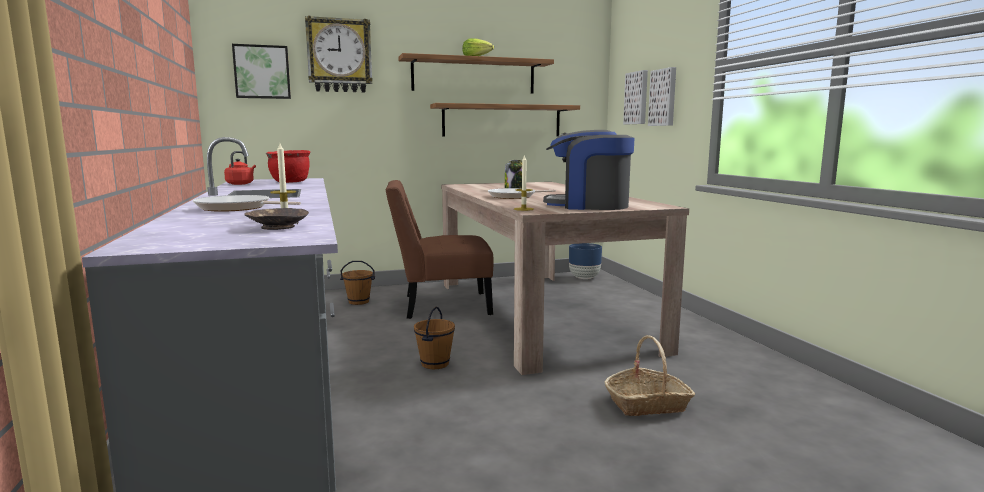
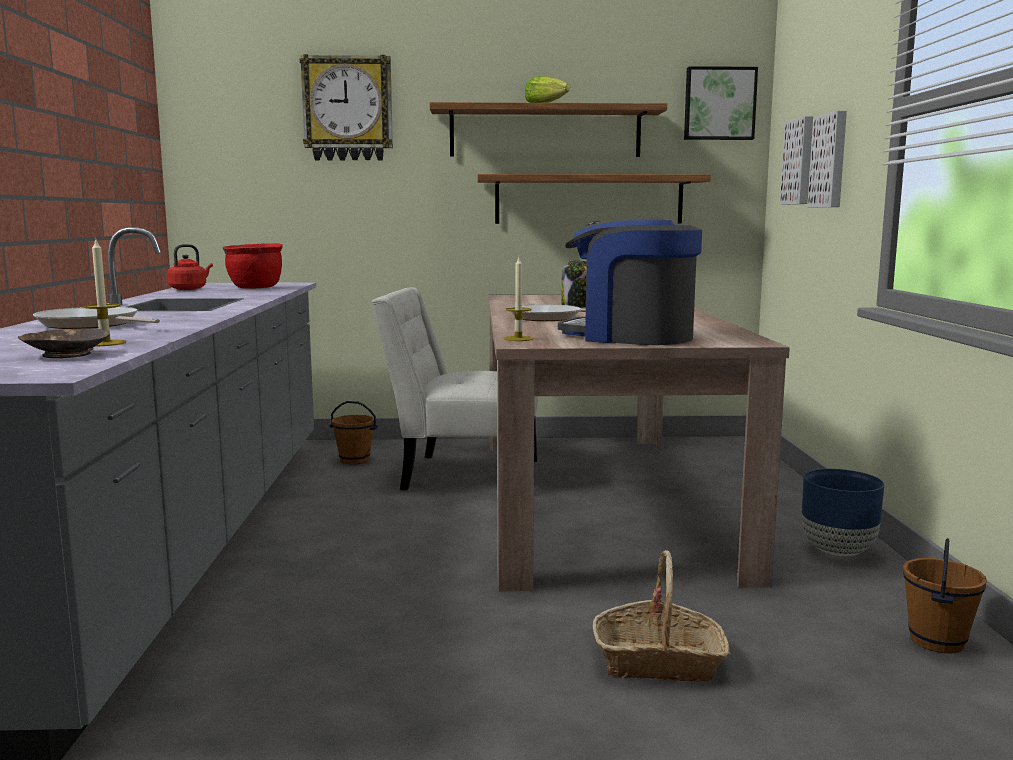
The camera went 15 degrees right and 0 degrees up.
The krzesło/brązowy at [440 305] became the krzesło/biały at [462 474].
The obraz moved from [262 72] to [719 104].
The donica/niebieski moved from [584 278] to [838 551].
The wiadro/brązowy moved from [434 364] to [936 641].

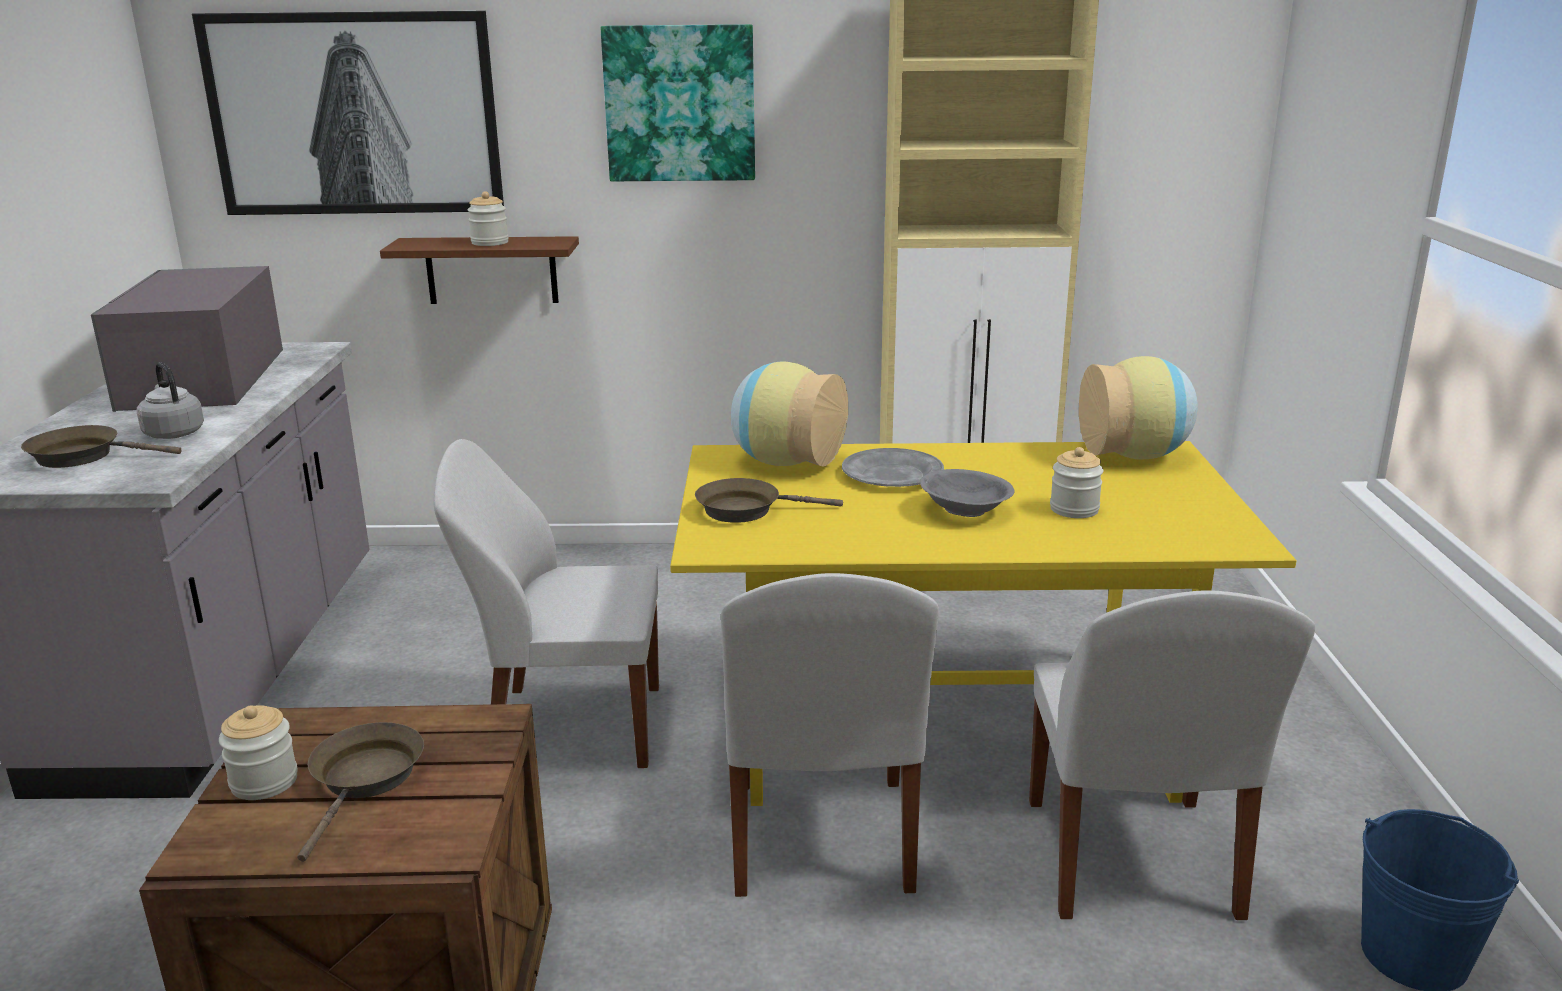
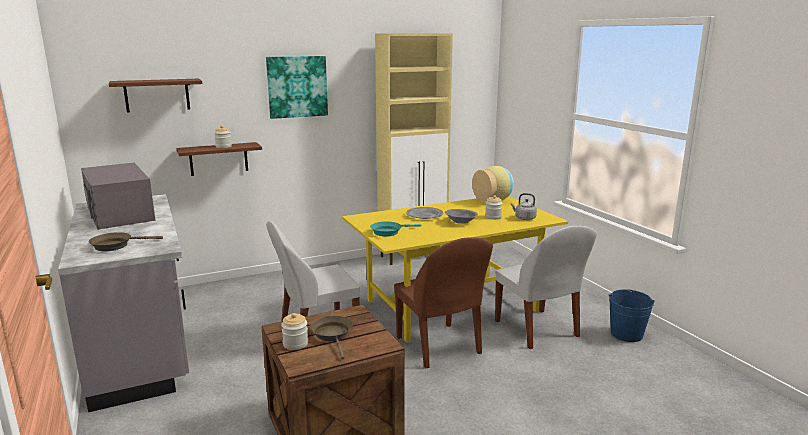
The camera went 25 degrees left and 5 degrees down.
The obraz at [355 114] was replaced by the półka/brązowy at [157 95].
The patelnia/brązowy at [745 510] became the patelnia/turkusowy at [388 232].
The krzesło/biały at [821 841] became the krzesło/brązowy at [439 347].
The czajnik/szary moved from [173 433] to [524 218].
The wazon at [785 462] disappeared.

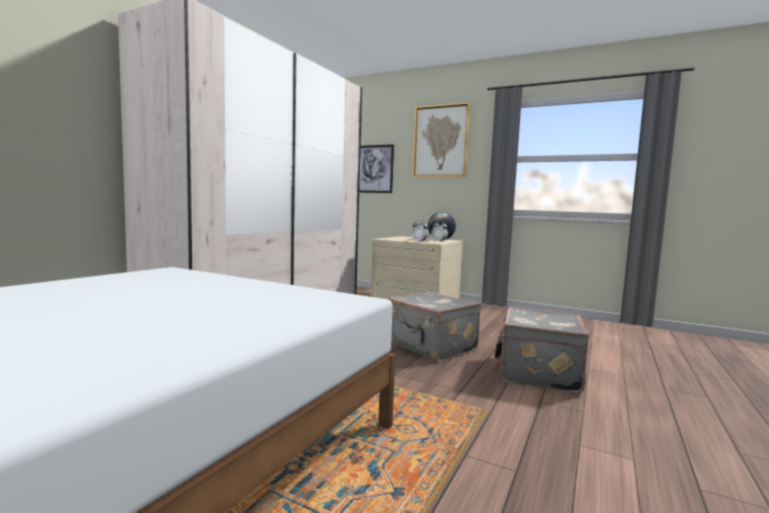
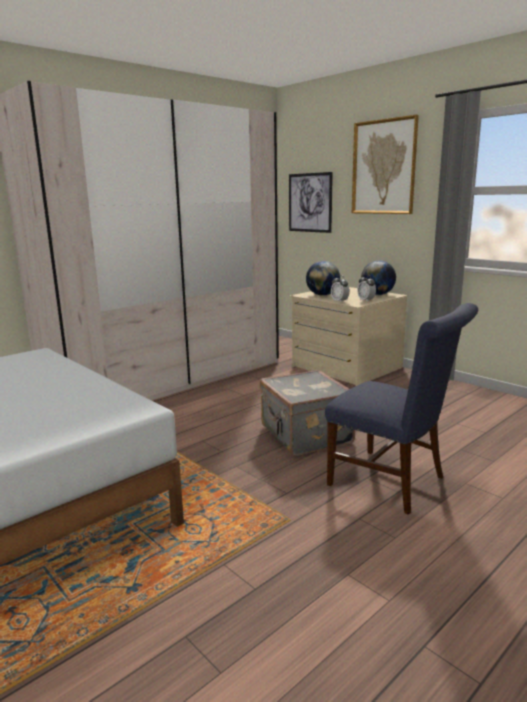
The camera went 20 degrees right and 10 degrees up.
The globus at [322 295] appeared.
The walizka/szary at [537 373] was replaced by the krzesło/niebieski at [393 482].

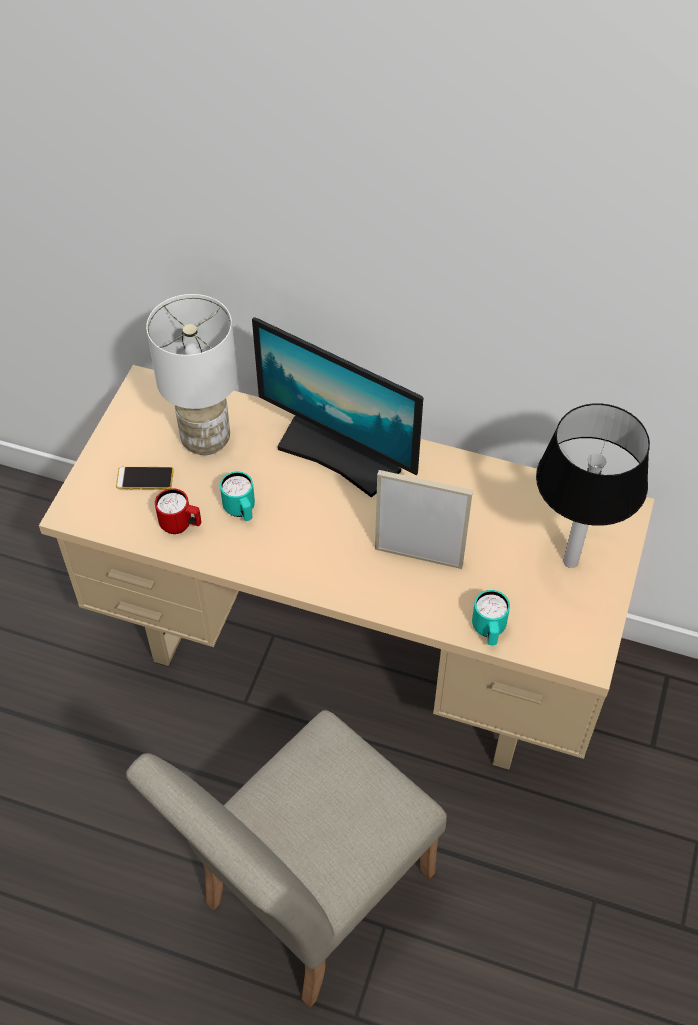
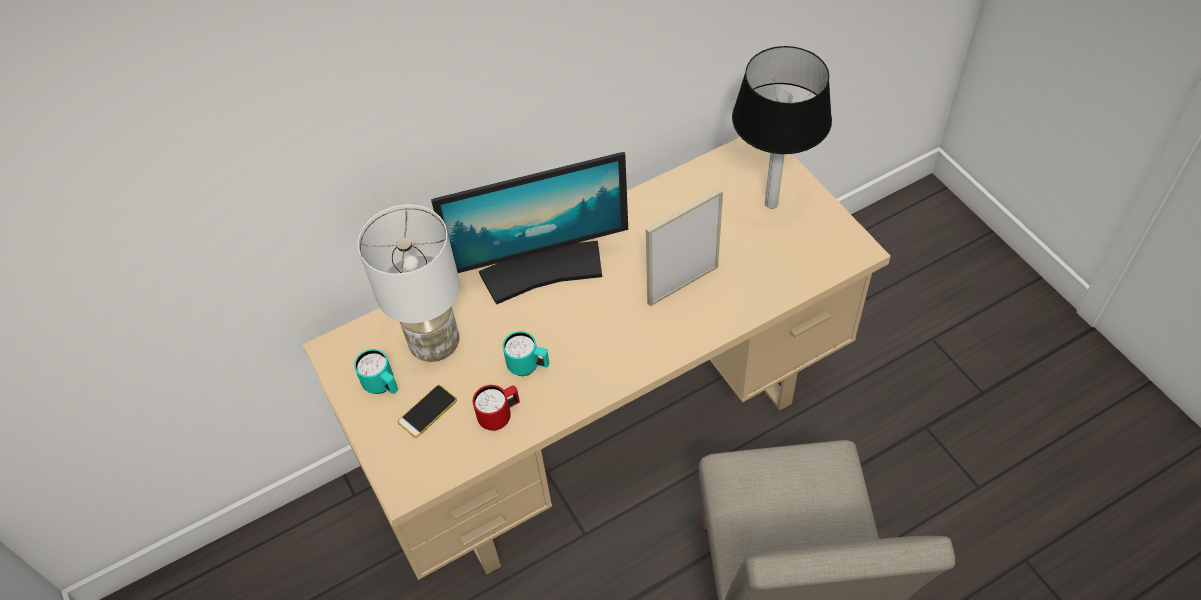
The camera went 45 degrees left and 0 degrees up.
The kubek/turkusowy moved from [489 631] to [383 386].

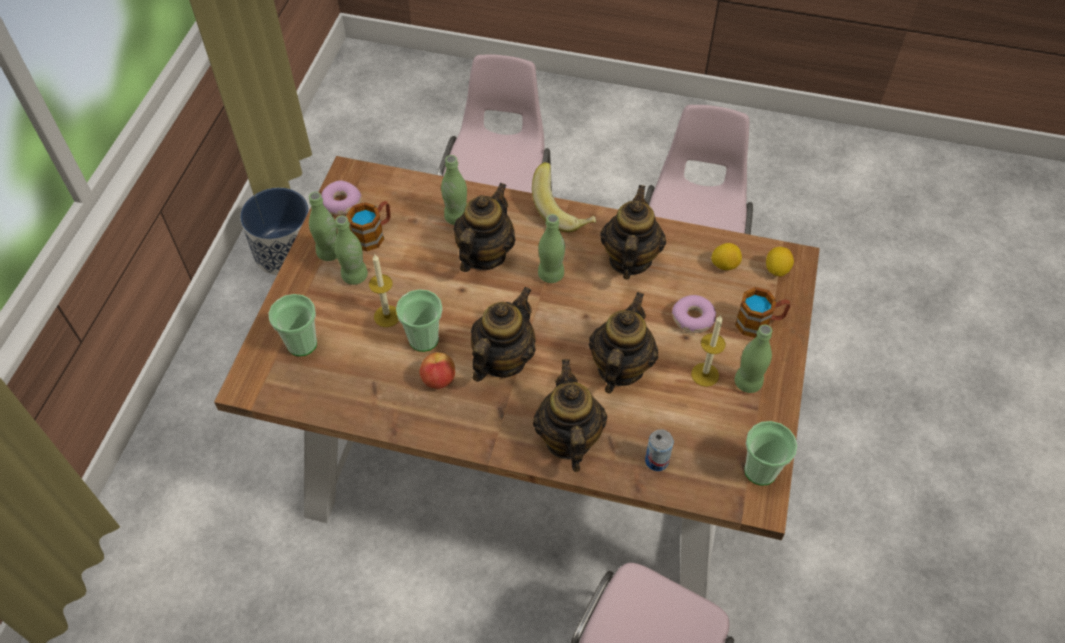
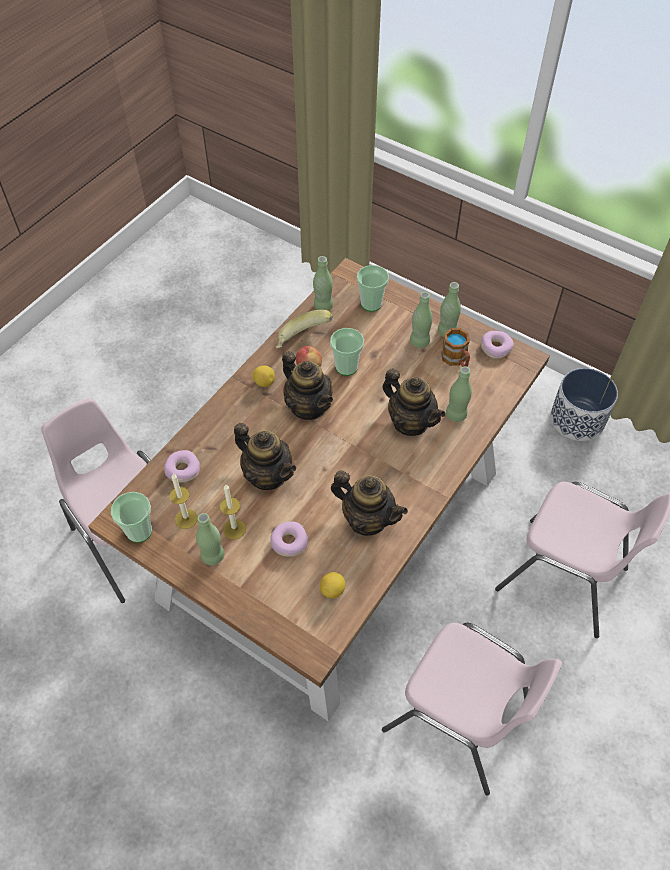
The camera went 110 degrees right and 0 degrees up.
The puszka at [656 460] was replaced by the donut at [182 470].
The świeca moved from [387 316] to [186 519].
The cytryna moved from [777 269] to [264 382].
The banan moved from [563 211] to [303 341].
The butelka/zielony moved from [551 275] to [323 306].
The imbryk at [568 439] disappeared.
The kubek at [759 323] disappeared.

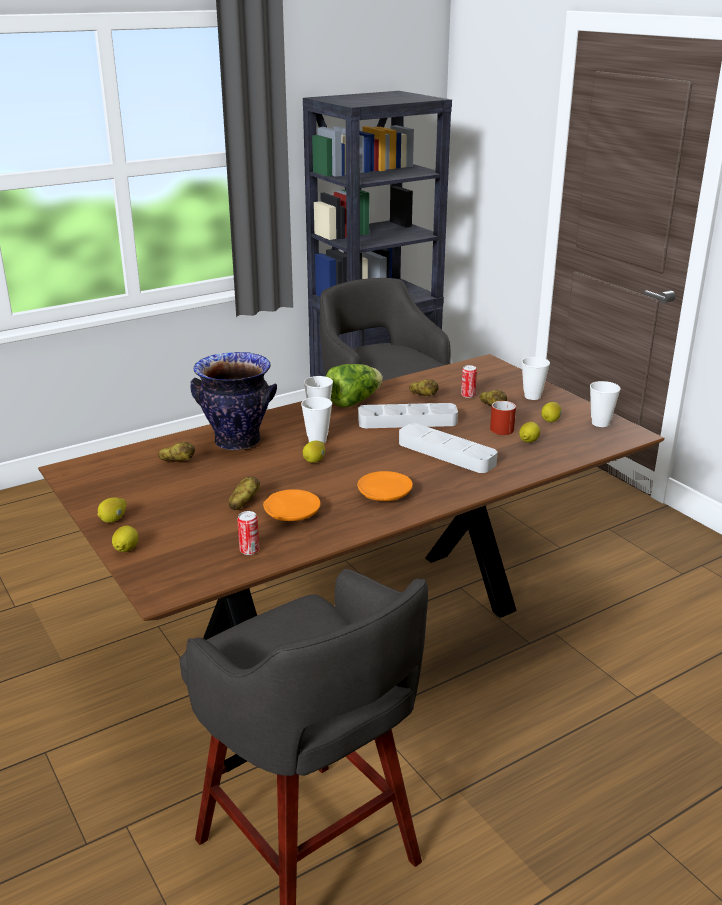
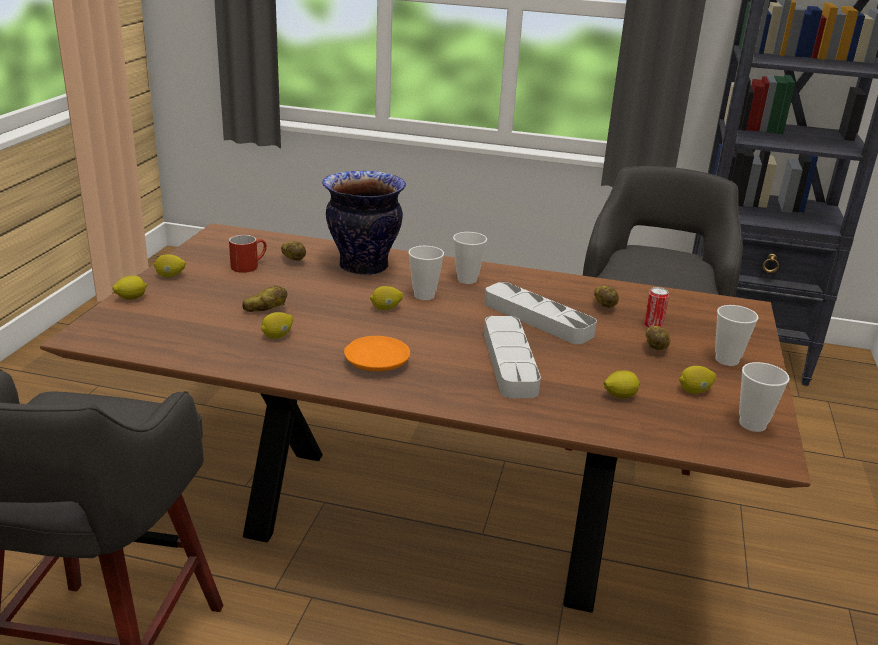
The camera went 45 degrees right and 0 degrees up.
The kubek/czerwony moved from [500 427] to [249 265].
The talerz/pomarańczowy at [292 513] was replaced by the cytryna at [277 336].
The puszka at [249 550] disappeared.
The sałata at [353 402] disappeared.

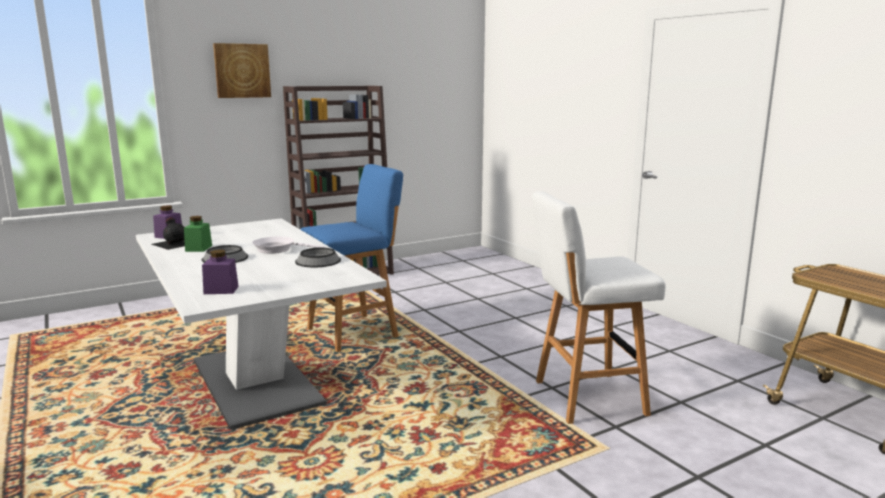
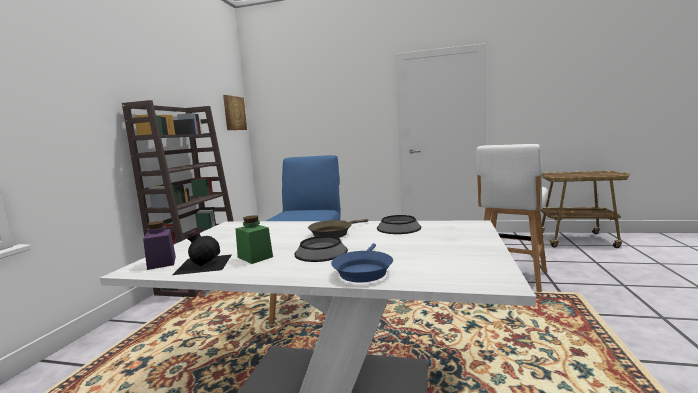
The camera went 45 degrees left and 5 degrees down.
The obraz moved from [242 71] to [234 113].
The patelnia/biały at [278 249] became the patelnia/brązowy at [333 233].
The patelnia/niebieski at [363 270] appeared.
The słoik/fioletowy at [221 290] disappeared.

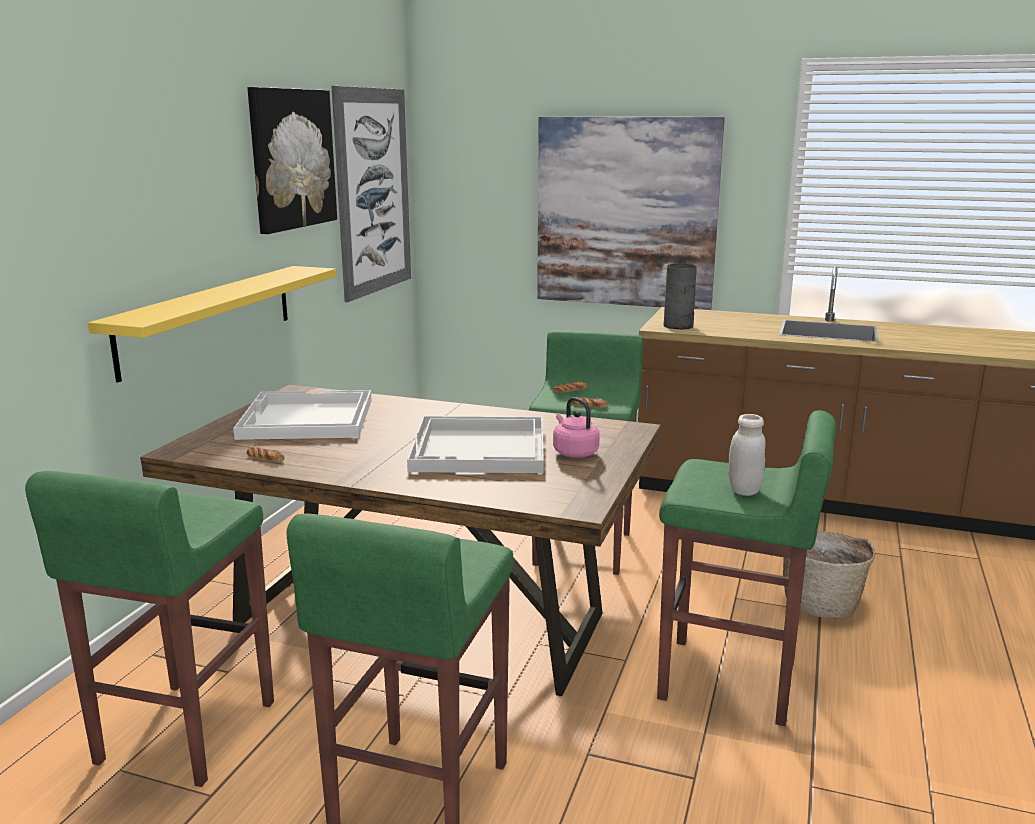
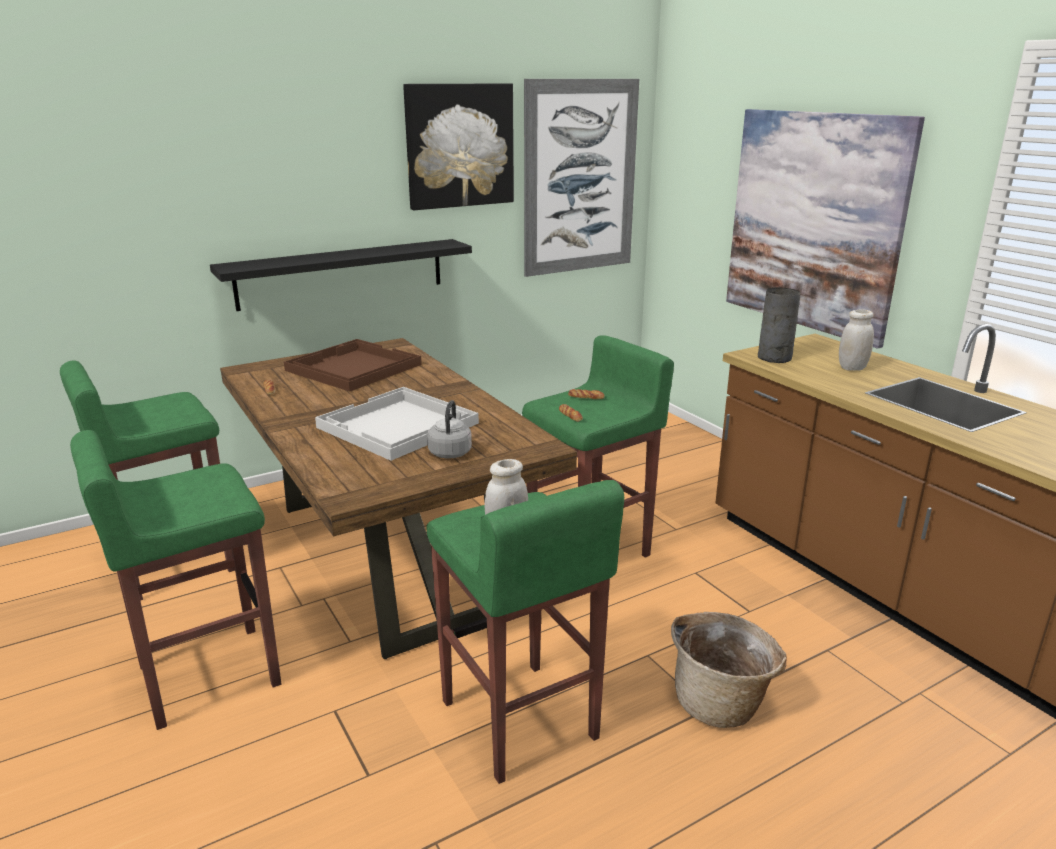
The camera went 40 degrees right and 5 degrees up.
The półka/żółty at [209 318] became the półka/czarny at [342 273].
The taca/biały at [305 419] became the taca/brązowy at [352 367].
The czajnik/różowy at [574 452] became the czajnik/szary at [450 452].
The słoik/biały at [852 368] appeared.

